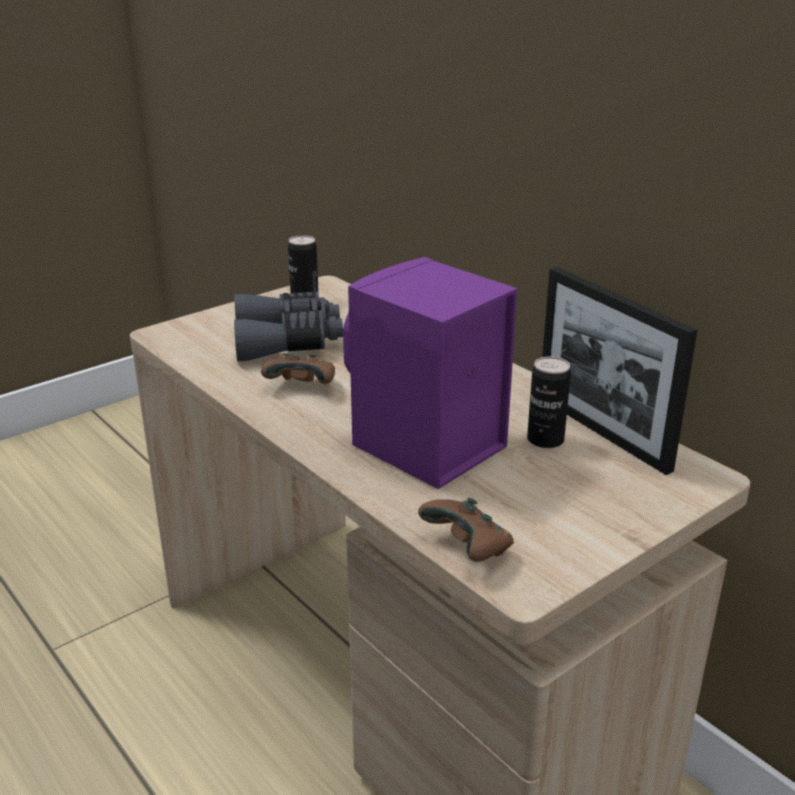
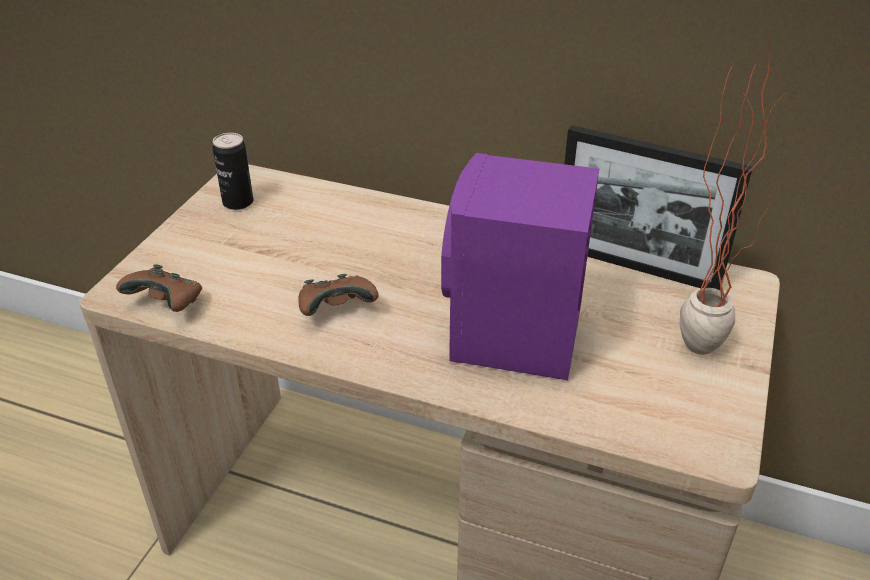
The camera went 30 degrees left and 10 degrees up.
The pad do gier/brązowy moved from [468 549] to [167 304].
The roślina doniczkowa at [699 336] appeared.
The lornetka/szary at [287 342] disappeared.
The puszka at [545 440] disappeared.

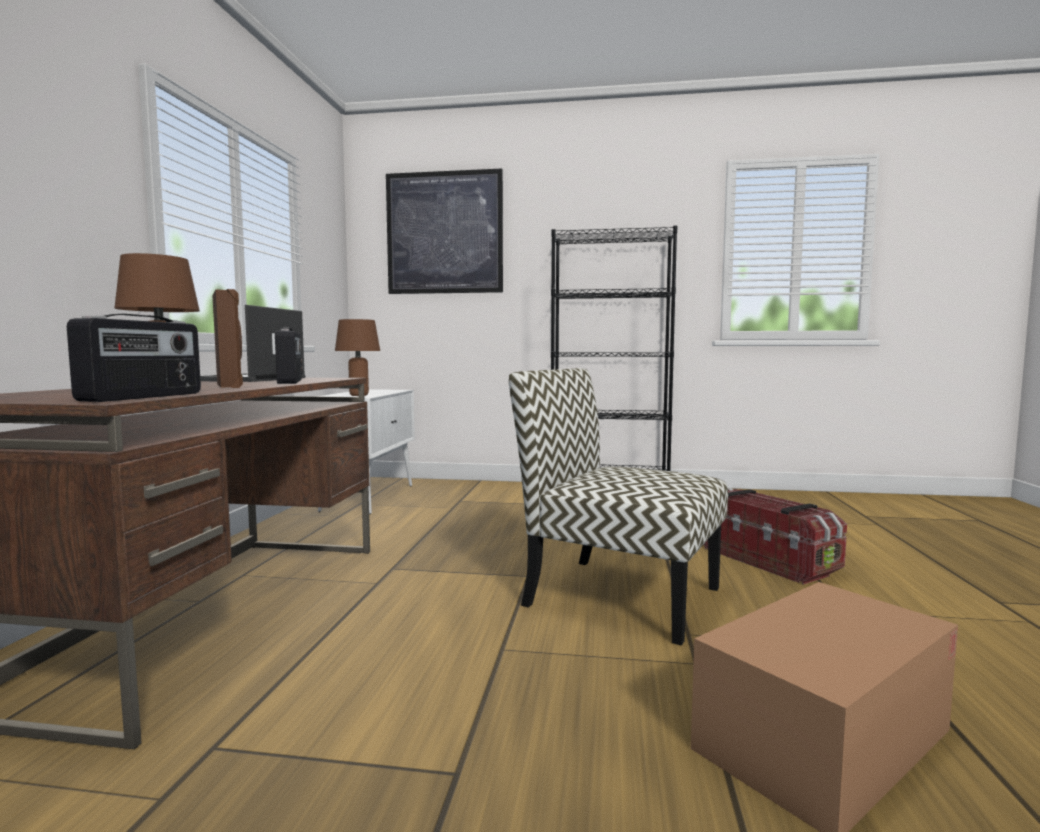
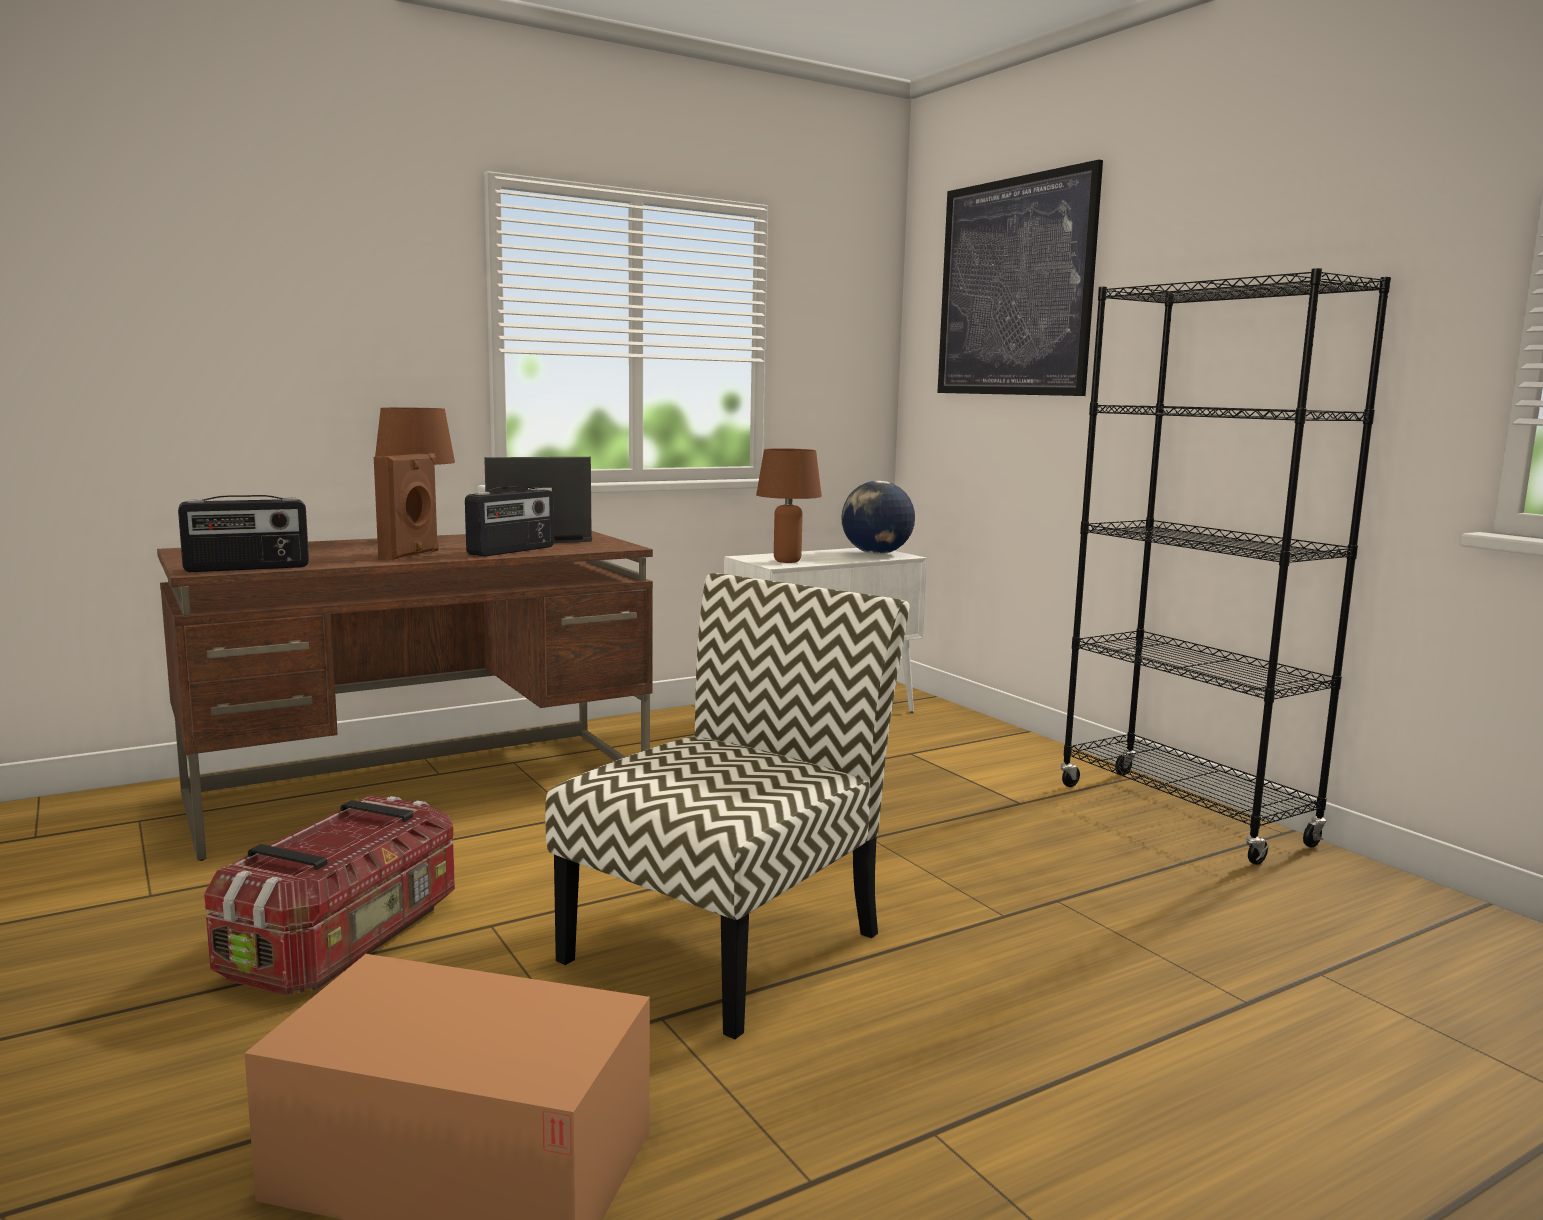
The camera went 50 degrees right and 5 degrees up.
The pojemnik do przechowywania moved from [767 560] to [347 939].
The krzesło at [619 596] turned 45 degrees clockwise.
The globus at [875 554] appeared.

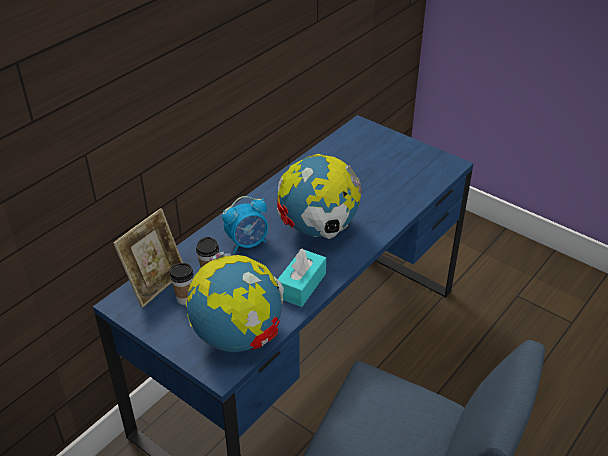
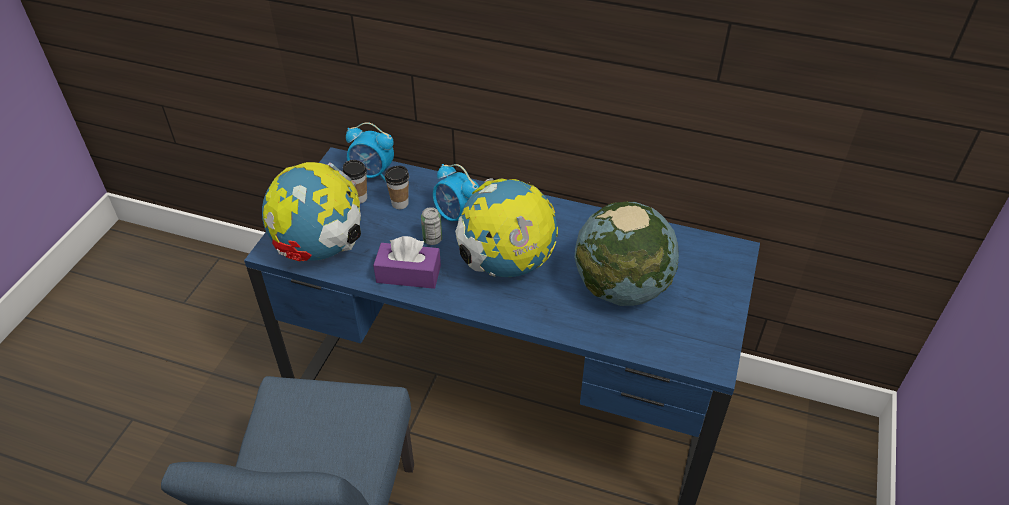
The camera went 70 degrees right and 5 degrees up.
The ramka na zdjęcie at [156 283] was replaced by the budzik at [372 173].
The pudełko chusteczek/turkusowy at [301 285] became the pudełko chusteczek/fioletowy at [408 274].
The puszka at [432 239] appeared.
The globus at [621 288] appeared.

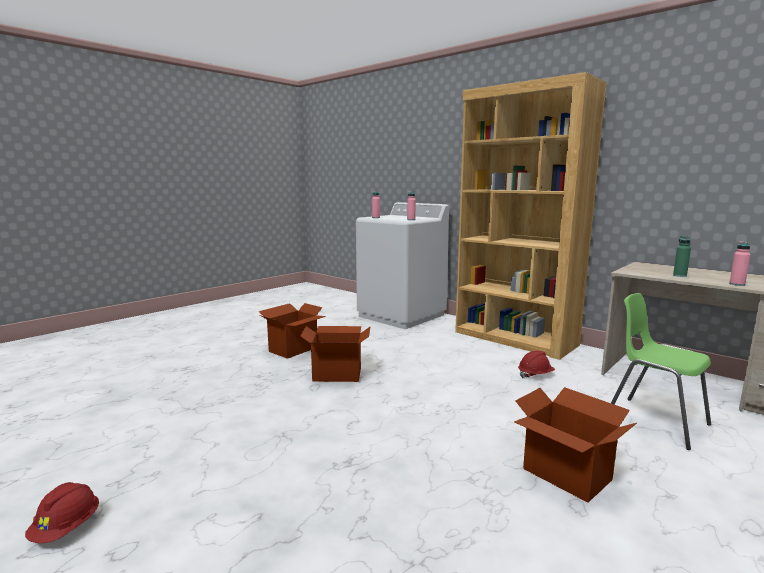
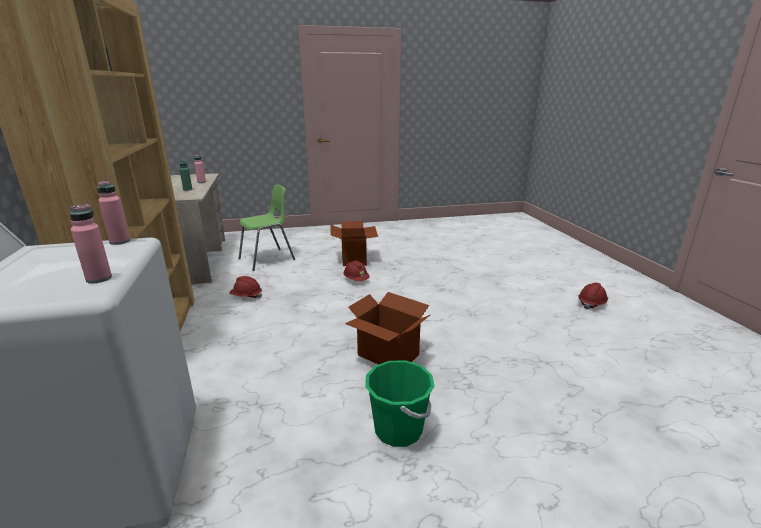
The camera went 145 degrees left and 10 degrees up.
The krzesło/zielony at [655 421] turned 120 degrees counterclockwise.
The kask/czerwony at [356 280] appeared.
The karton at [294 349] was replaced by the wiadro/zielony at [398 429].

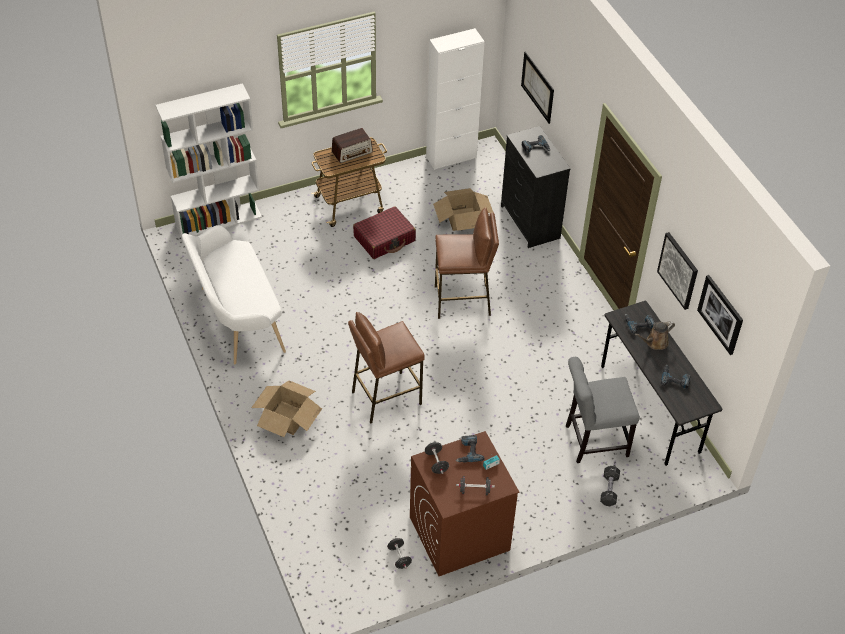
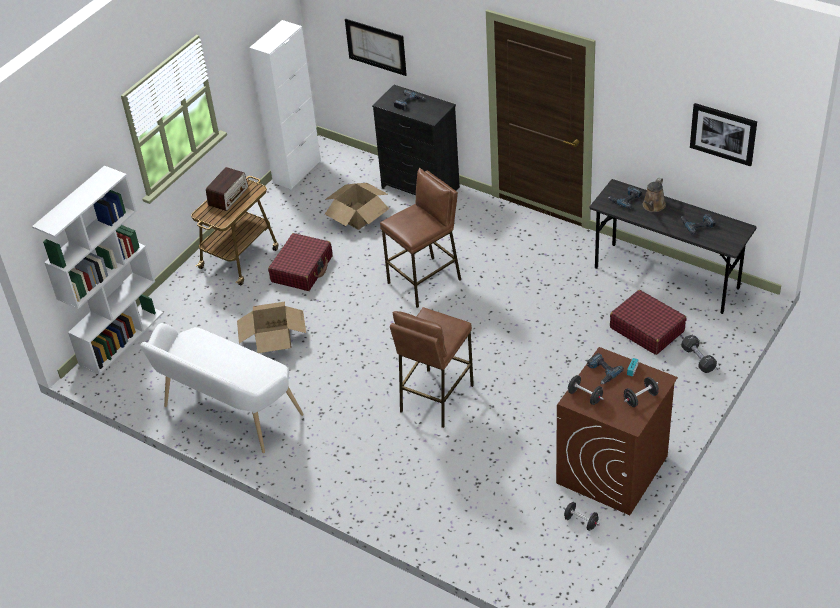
The camera went 30 degrees left and 5 degrees down.
The karton moved from [287 417] to [273 338].
The krzesło/szary at [593 441] was replaced by the walizka/czerwony at [647 329].
The obraz at [678 270] disappeared.

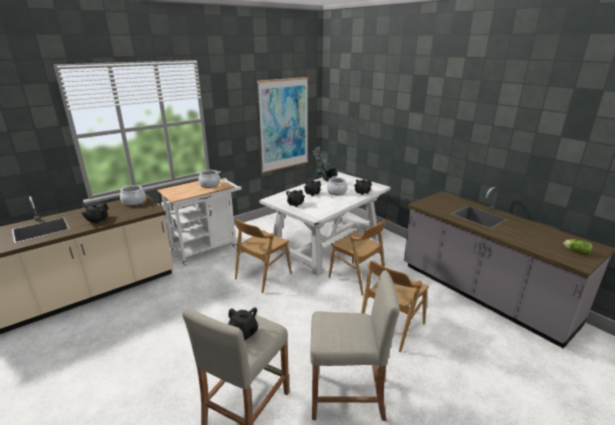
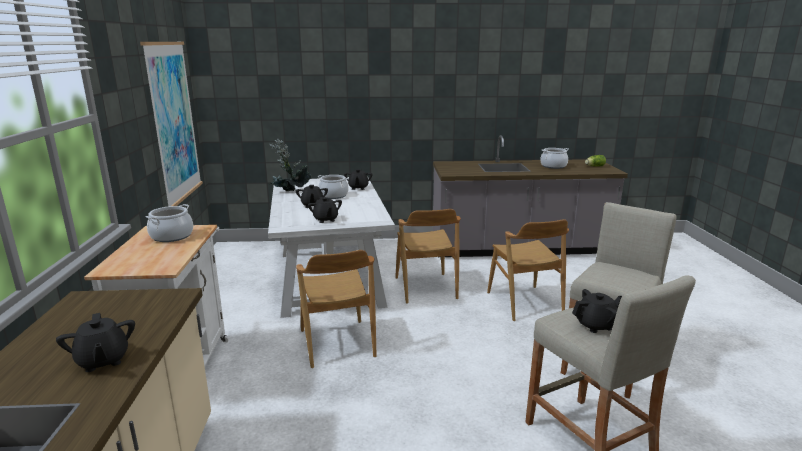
The camera went 55 degrees left and 5 degrees down.
The krzesło/brązowy at [357 278] turned 90 degrees clockwise.
The garnek moved from [134 202] to [553 166].

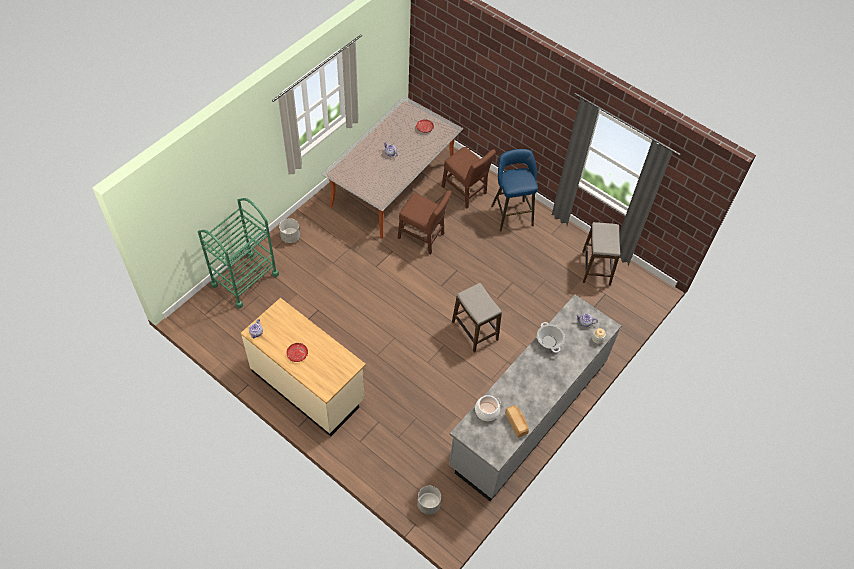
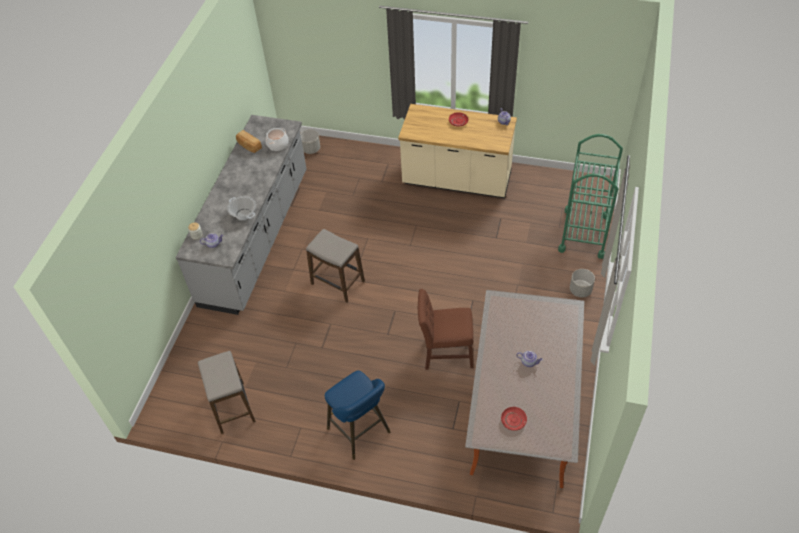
The camera went 160 degrees right and 5 degrees down.
The krzesło/brązowy at [465 192] disappeared.

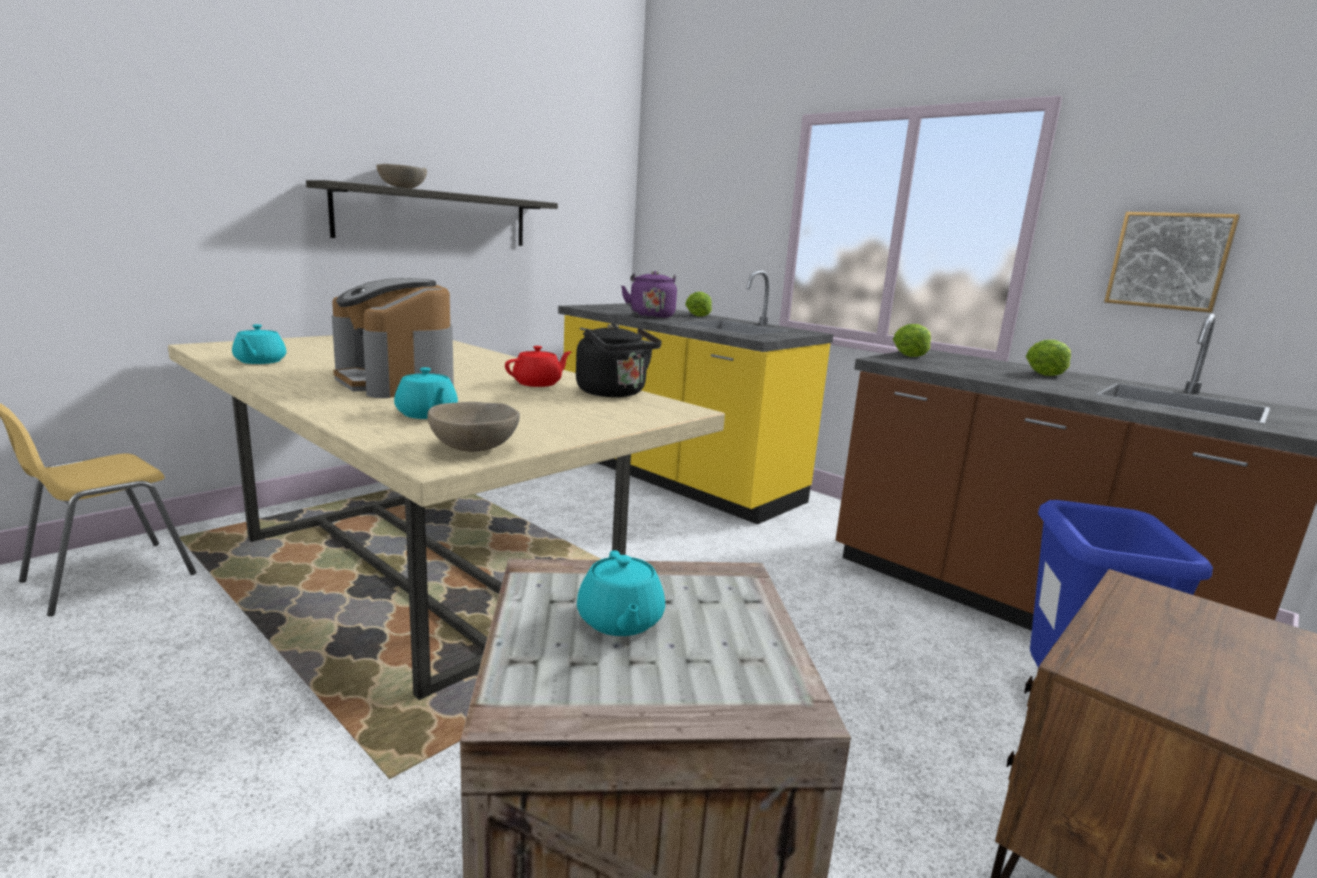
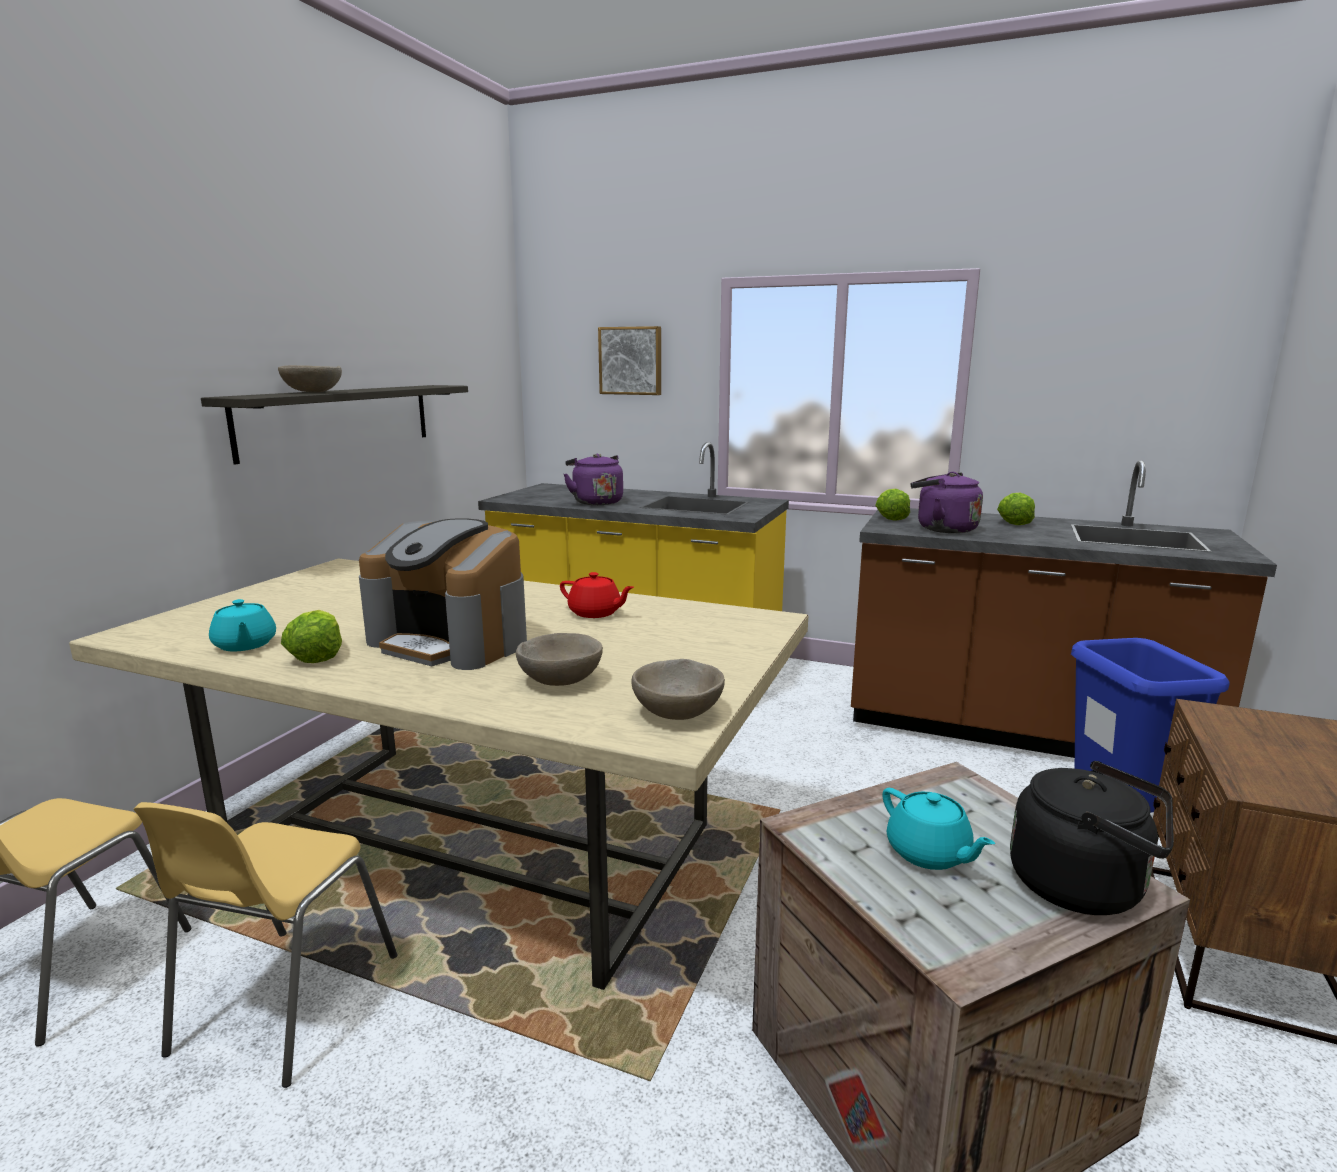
The camera went 20 degrees left and 0 degrees up.
The krzesło/żółty at [284 1004] appeared.
The sałata moved from [698 315] to [316 655].
The imbryk/turkusowy at [427 414] was replaced by the miska/beżowy at [561 680].
The imbryk/czerwony at [538 383] turned 90 degrees clockwise.
The obraz moved from [1169 261] to [631 361].
The czajnik/fioletowy at [942 529] appeared.
The czajnik/czarny moved from [614 393] to [1084 887].

